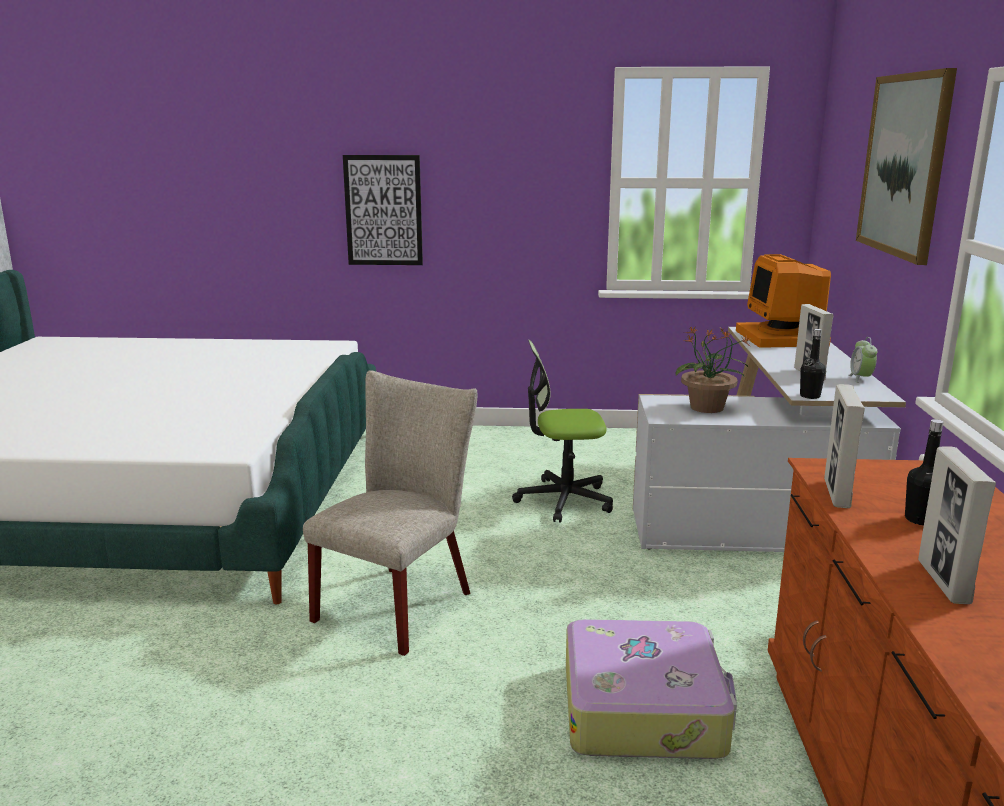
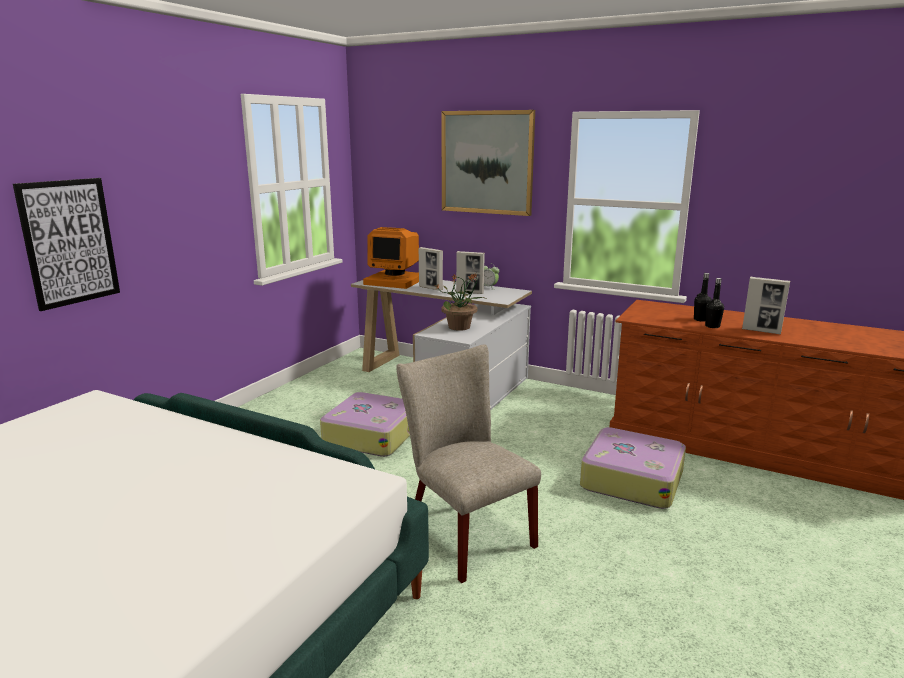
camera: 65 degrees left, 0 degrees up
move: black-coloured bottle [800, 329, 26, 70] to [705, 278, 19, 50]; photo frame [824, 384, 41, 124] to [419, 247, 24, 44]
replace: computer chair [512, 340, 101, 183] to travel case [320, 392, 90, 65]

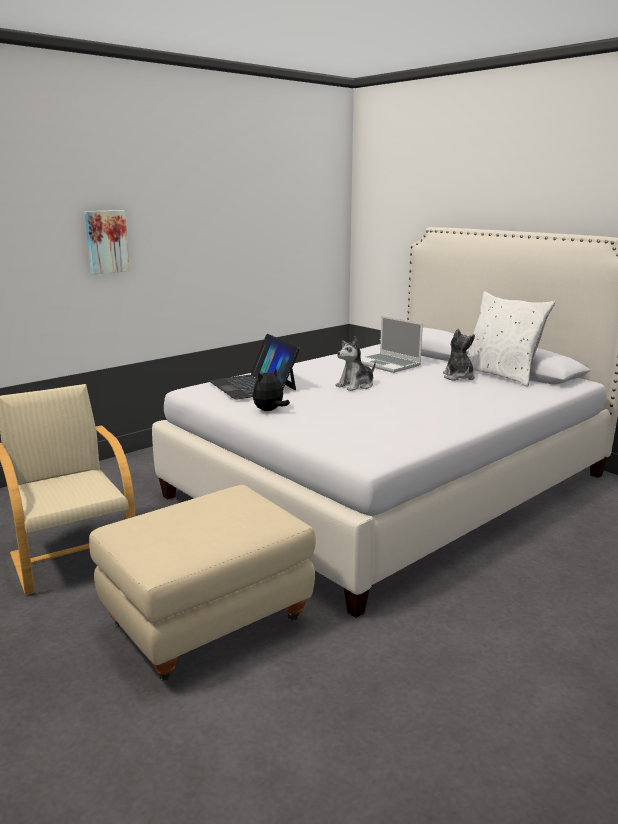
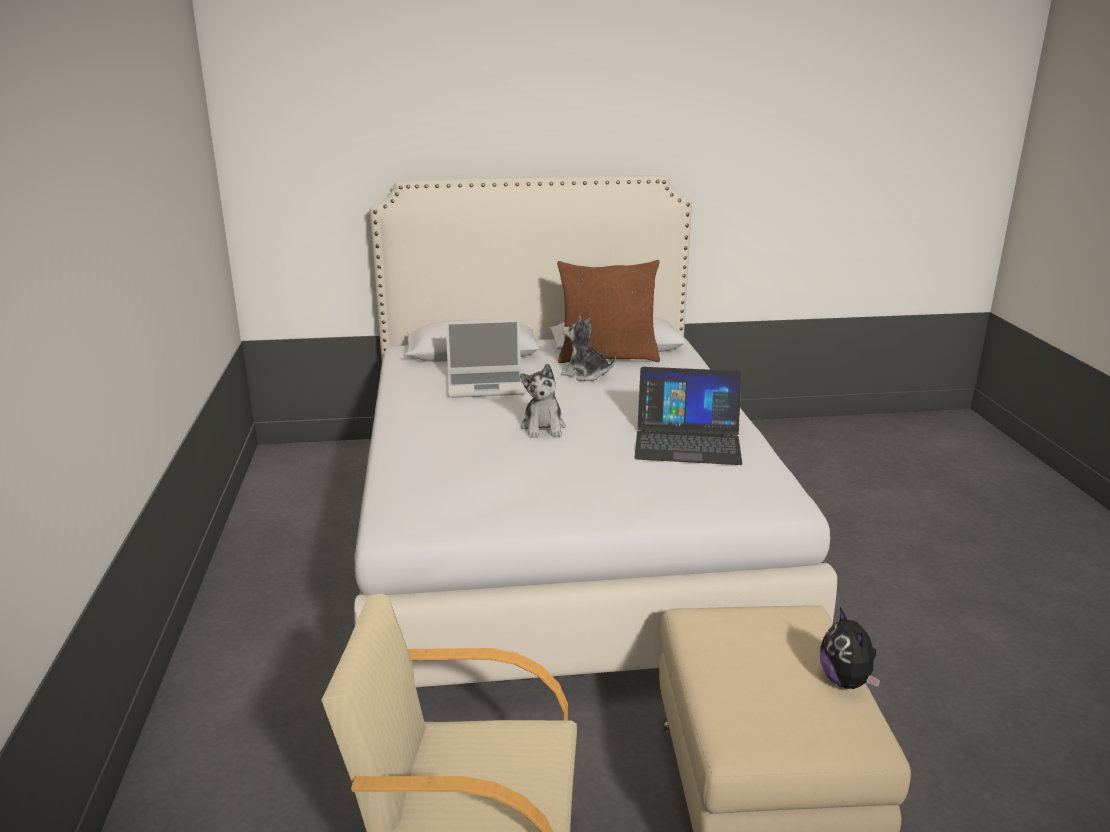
camera: 55 degrees left, 5 degrees up
delete: picture [85, 210, 45, 64]
move: portable computer [208, 334, 92, 66] to [634, 367, 108, 98]; cuddly toy [253, 368, 37, 43] to [820, 607, 60, 82]
recolor: white cushion [467, 291, 88, 96] to brownish cushion [557, 260, 103, 103]

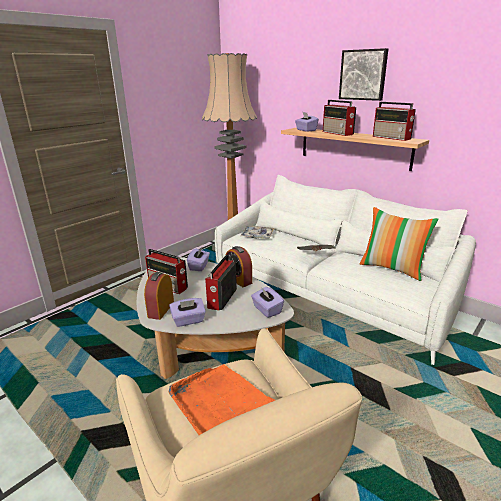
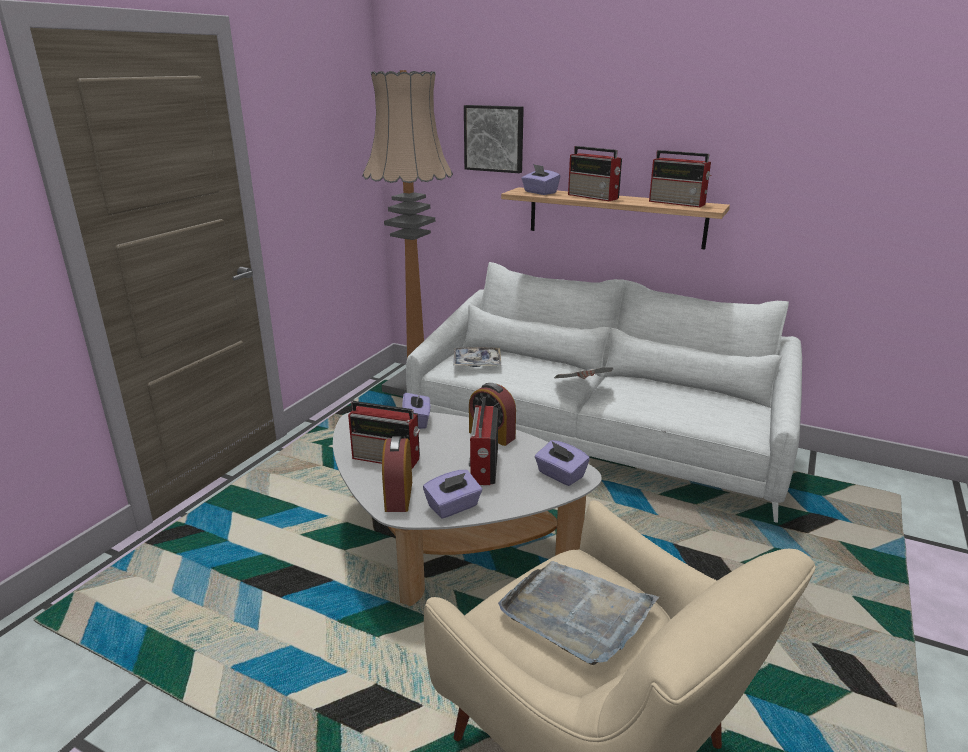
camera: 15 degrees left, 0 degrees up
delete: cushion [360, 207, 78, 74]
move: picture [339, 48, 49, 53] to [464, 105, 60, 68]
recolor: orange serving tray [169, 364, 106, 71] to grey serving tray [498, 561, 161, 104]

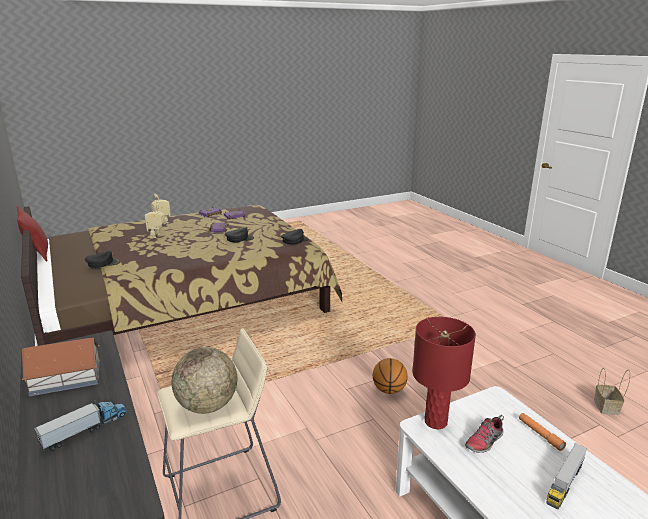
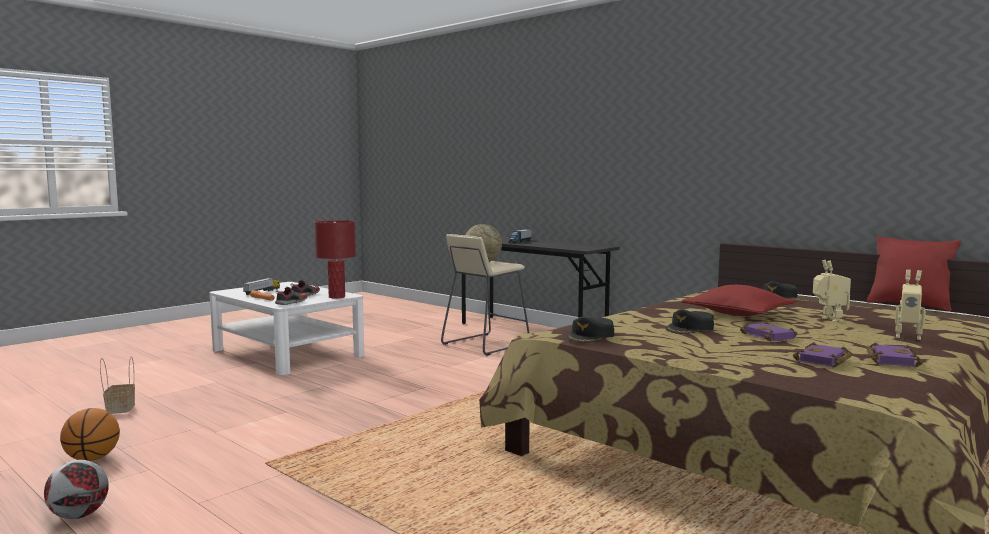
camera: 160 degrees right, 15 degrees down
delete: model house [22, 338, 79, 58]
insert: football [44, 460, 65, 59]; low shoe [275, 287, 33, 18]; red cushion [681, 285, 116, 31]
move: basketball ball [373, 358, 35, 36] to [60, 408, 60, 53]

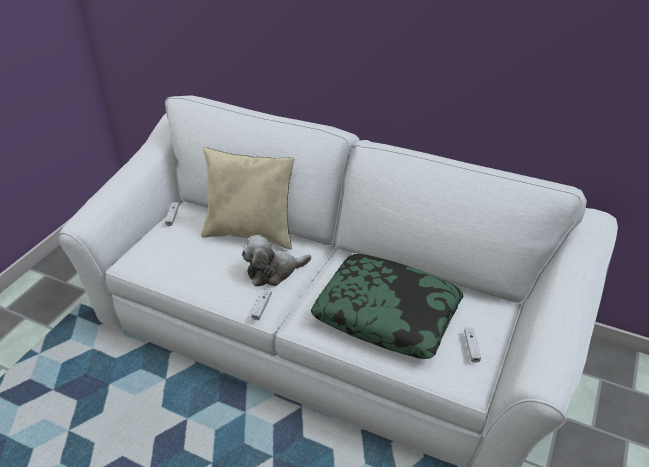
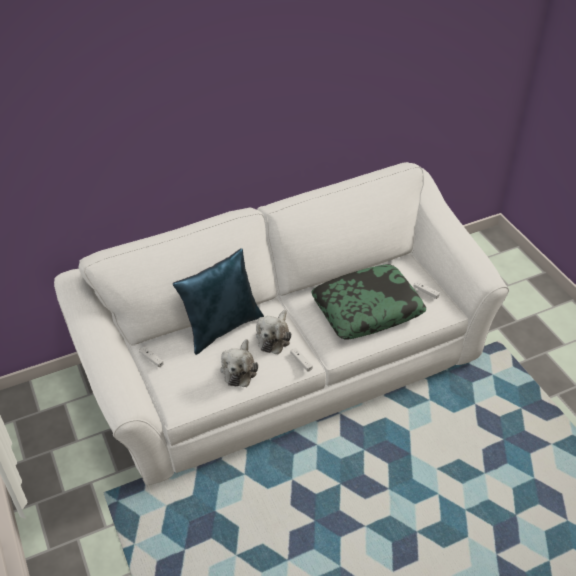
camera: 50 degrees left, 5 degrees up
insert: cuddly toy [220, 339, 38, 48]
recolor: sand-coloured cushion [201, 147, 93, 102] to bluish cushion [173, 248, 91, 107]

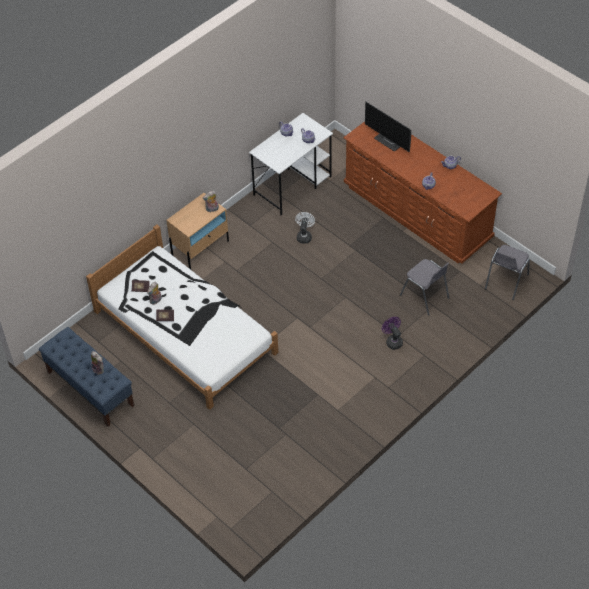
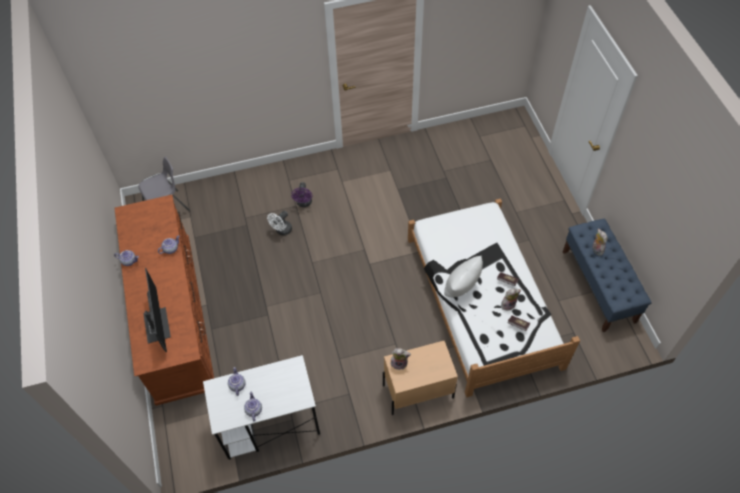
camera: 150 degrees left, 5 degrees up
delete: grey chair [400, 259, 49, 57]
insert: white cushion [444, 256, 39, 41]
move: white cooling fan [295, 212, 20, 32] to [267, 211, 25, 24]

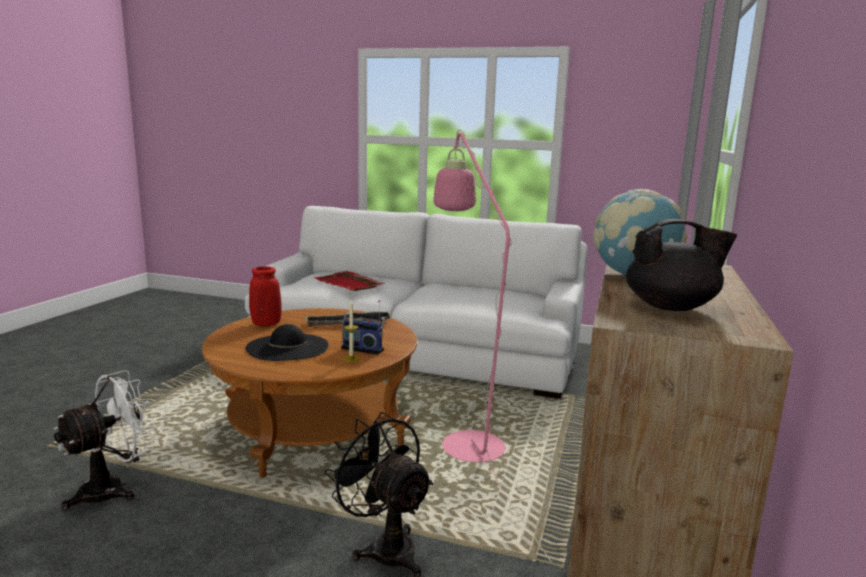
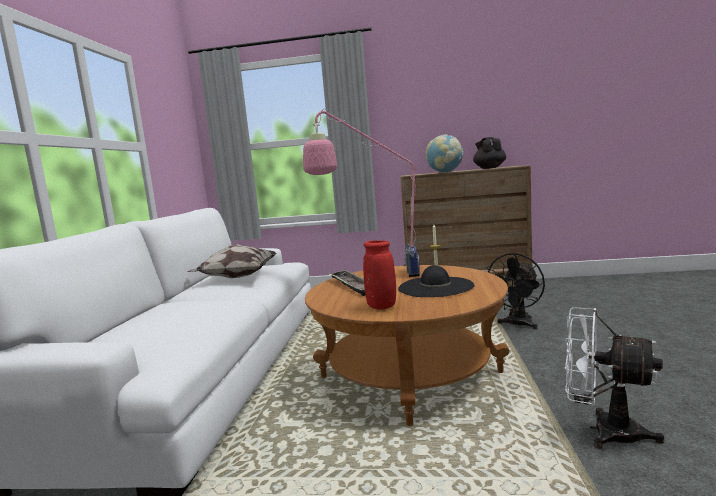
camera: 100 degrees left, 5 degrees down
delete: red serving tray [315, 271, 70, 20]
insert: cushion [187, 244, 89, 34]

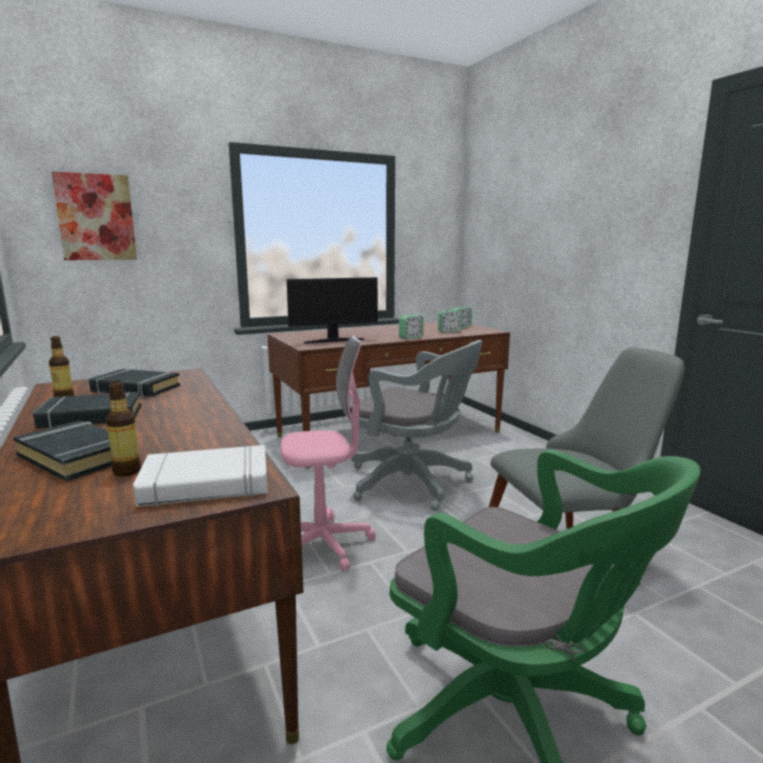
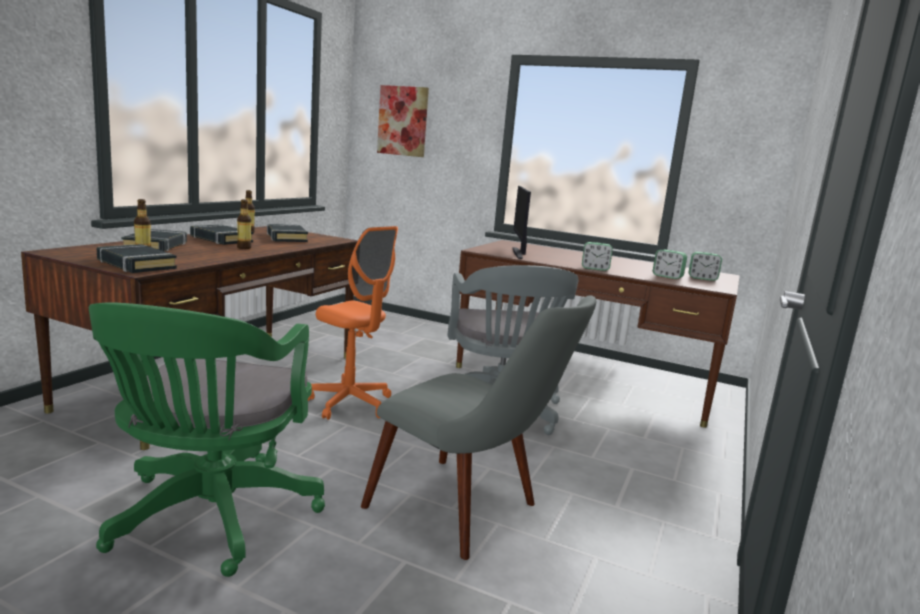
camera: 50 degrees right, 0 degrees up
insert: bottle [237, 200, 14, 49]
recolor: white bound book [133, 445, 135, 62] to black-coloured bound book [97, 244, 80, 29]; pink-coloured computer chair [281, 336, 95, 235] to orange computer chair [308, 226, 90, 194]
rotate: computer screen [287, 277, 91, 67] = [513, 186, 18, 73] 60 degrees clockwise

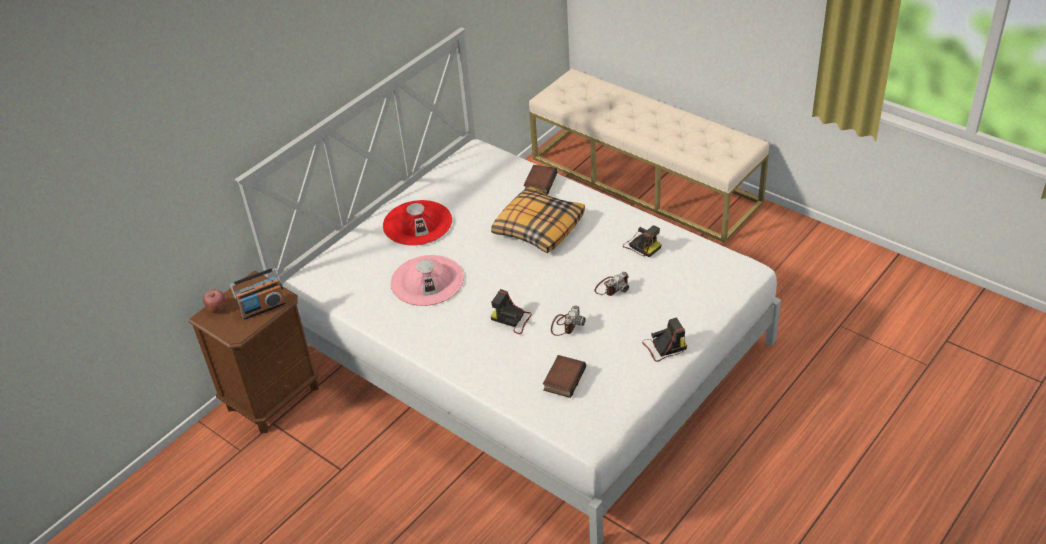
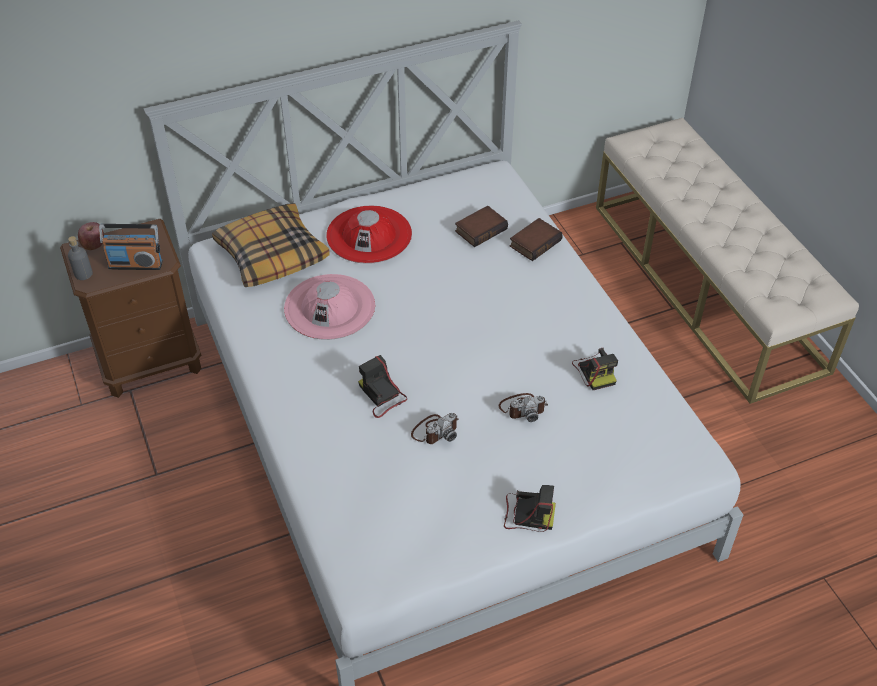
camera: 25 degrees right, 5 degrees up
insert: grey bottle [68, 236, 25, 44]
move: cushion [491, 186, 94, 67] to [212, 203, 118, 84]; bound book [543, 355, 43, 43] to [455, 206, 53, 41]

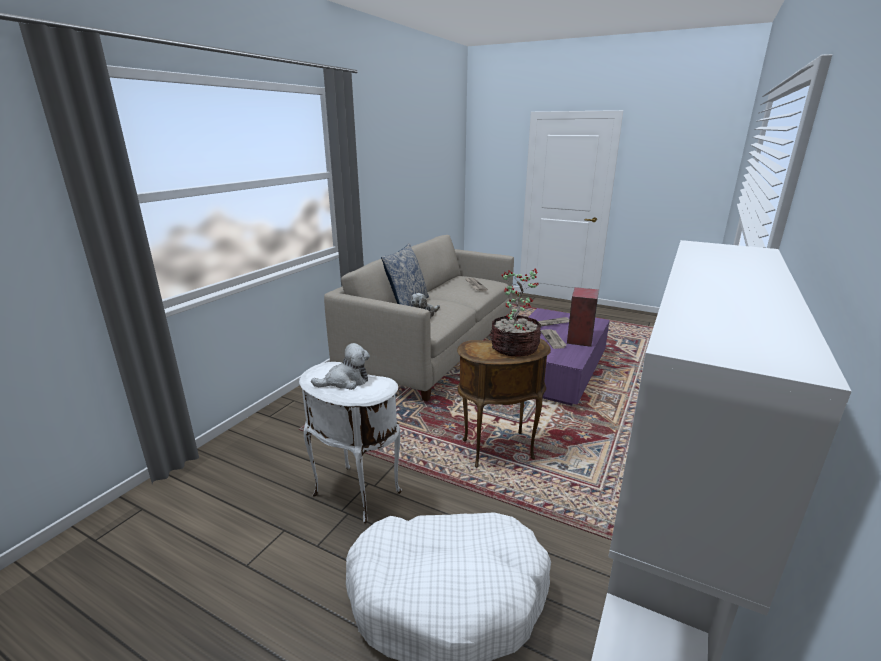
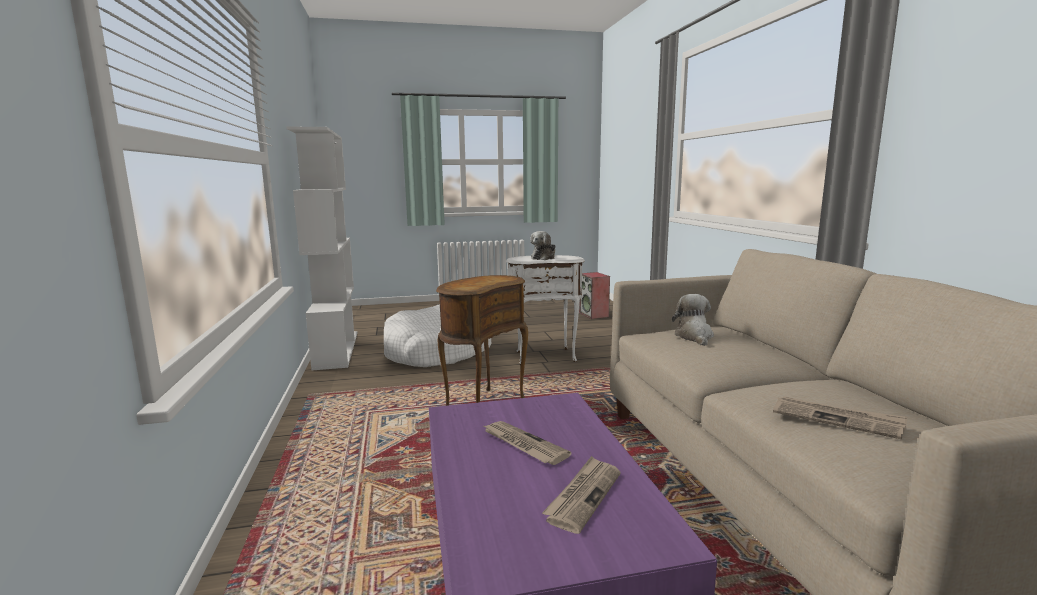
camera: 140 degrees right, 10 degrees down
delete: cushion [381, 243, 48, 64]; potted plant [490, 268, 51, 89]
move: speaker [567, 287, 32, 60] to [579, 272, 31, 47]

